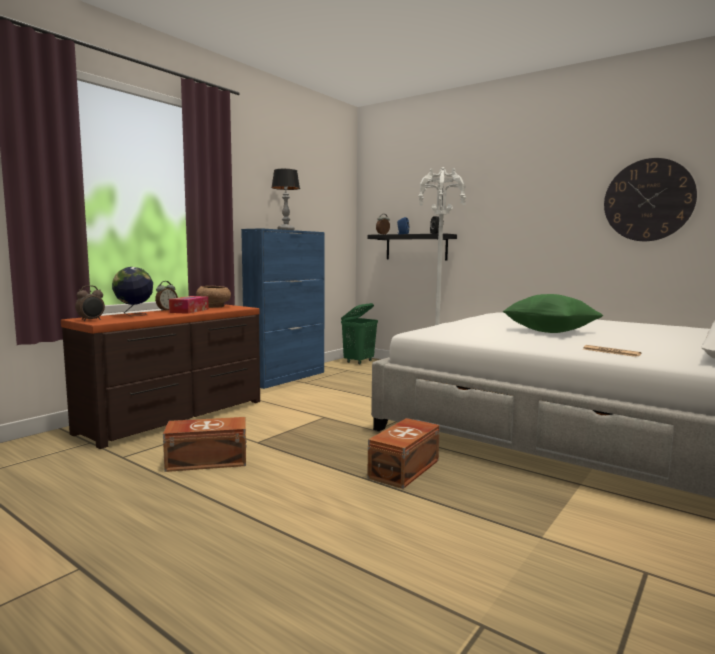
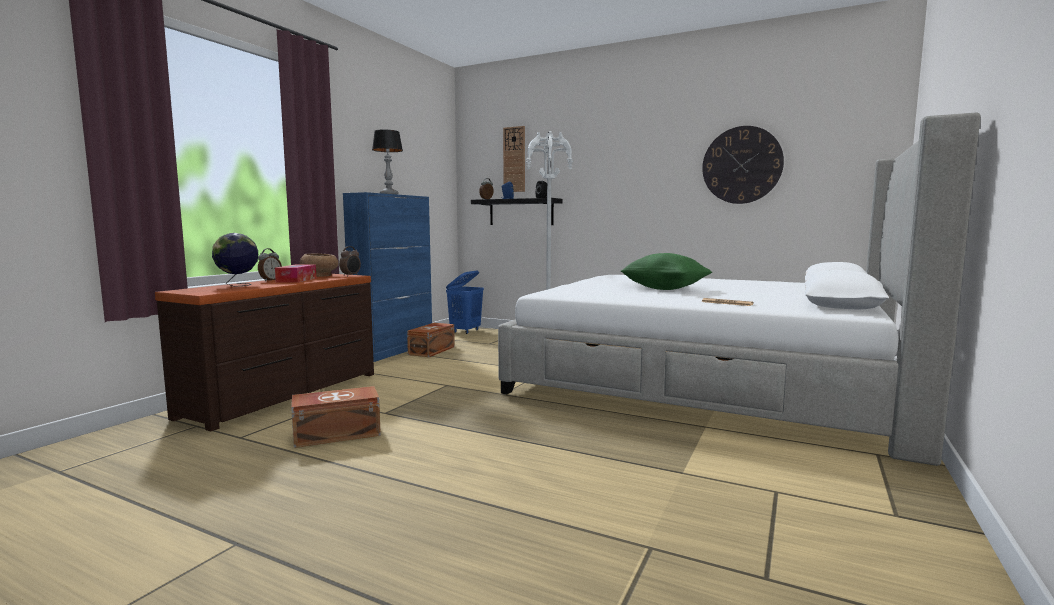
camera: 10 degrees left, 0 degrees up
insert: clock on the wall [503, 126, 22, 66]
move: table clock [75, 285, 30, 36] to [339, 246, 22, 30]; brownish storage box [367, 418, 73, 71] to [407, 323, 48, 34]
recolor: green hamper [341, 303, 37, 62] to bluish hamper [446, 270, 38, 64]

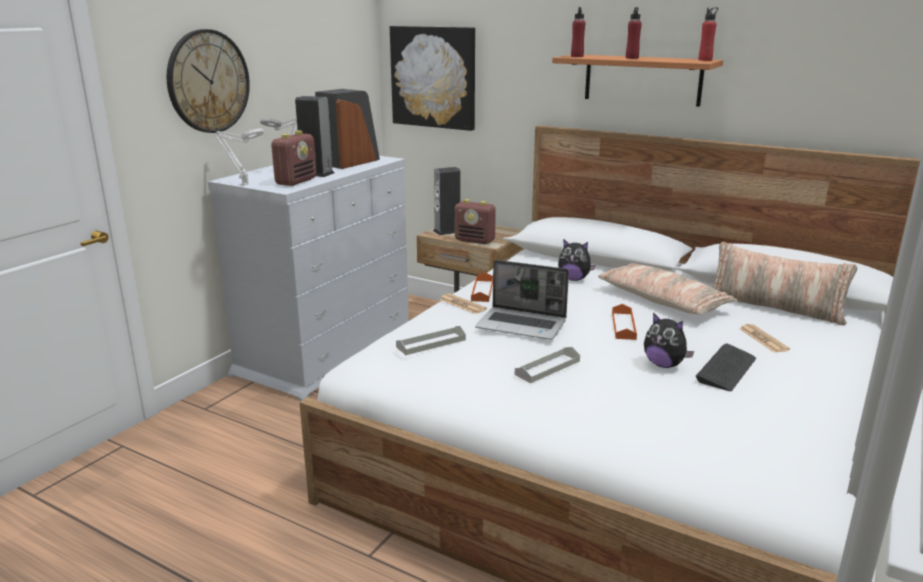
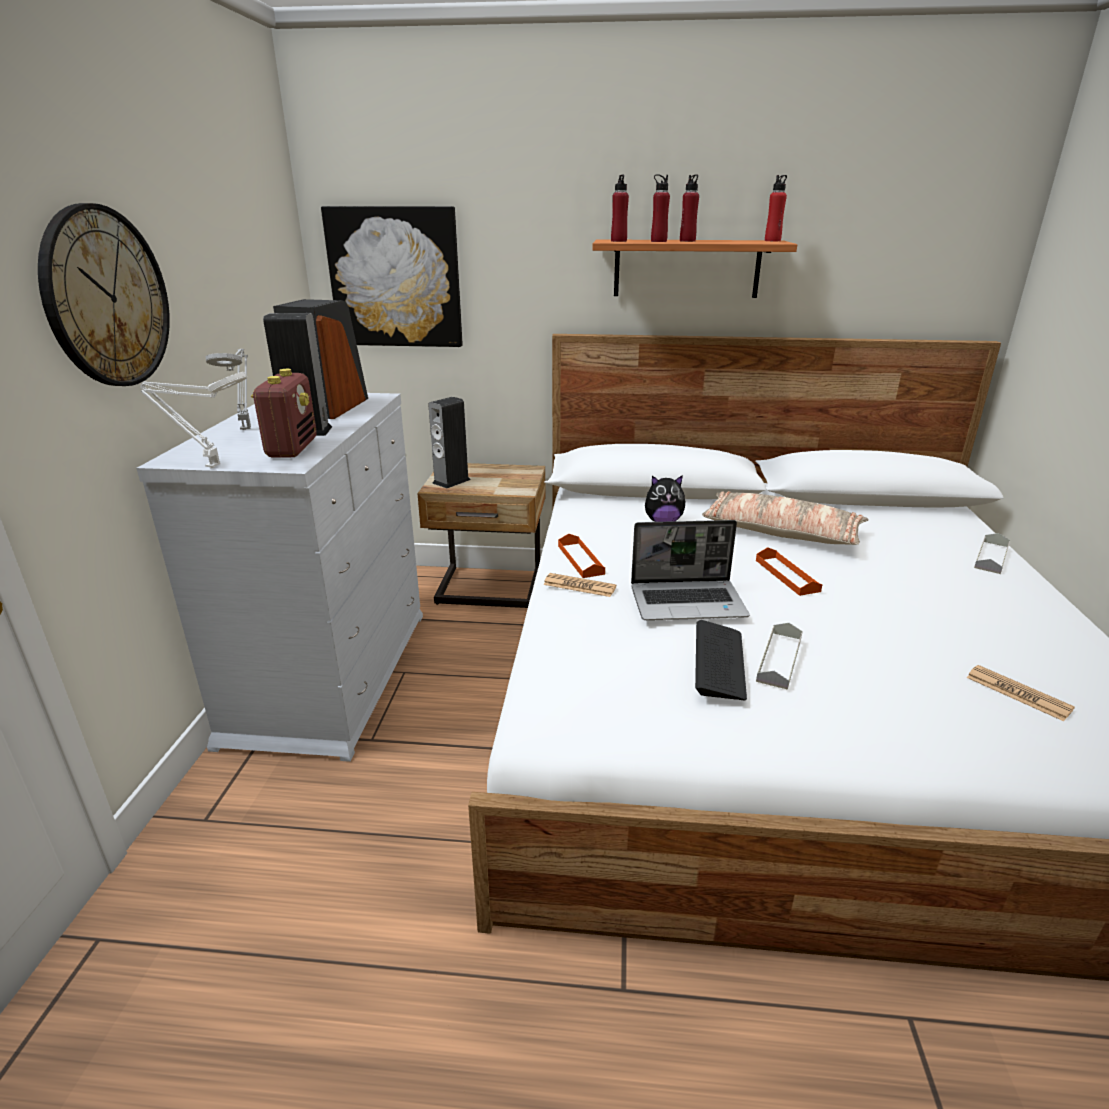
camera: 25 degrees left, 5 degrees up
delete: radio [455, 199, 41, 45]; cuddly toy [644, 312, 50, 56]; cushion [712, 242, 145, 84]
insert: red bottle [651, 174, 19, 68]
move: grey serving tray [396, 326, 70, 29] to [974, 533, 36, 41]; PC keyboard [696, 343, 60, 48] to [695, 620, 52, 80]; printed paper [739, 324, 51, 29] to [966, 665, 109, 56]

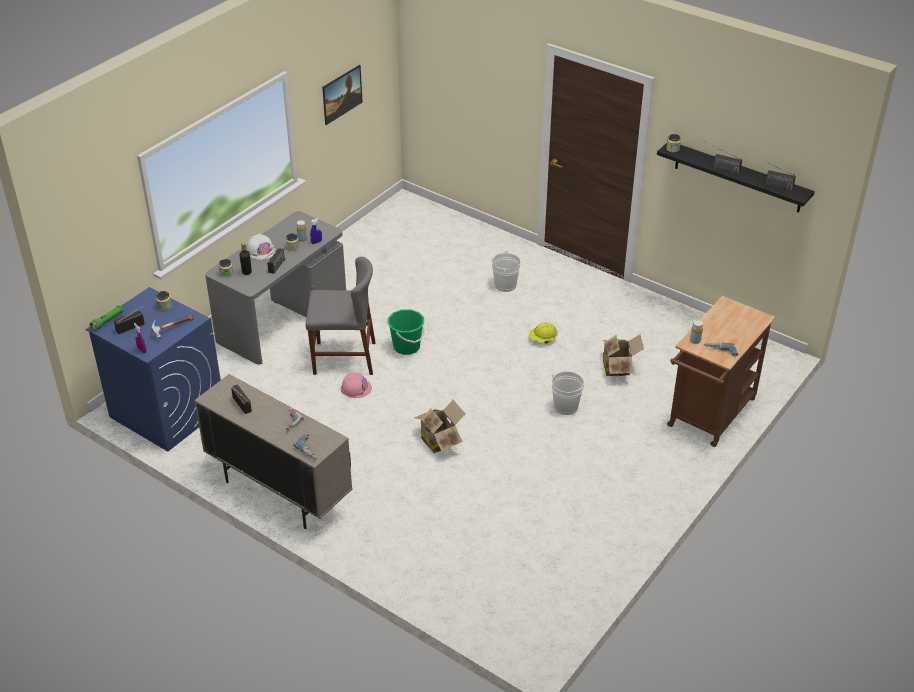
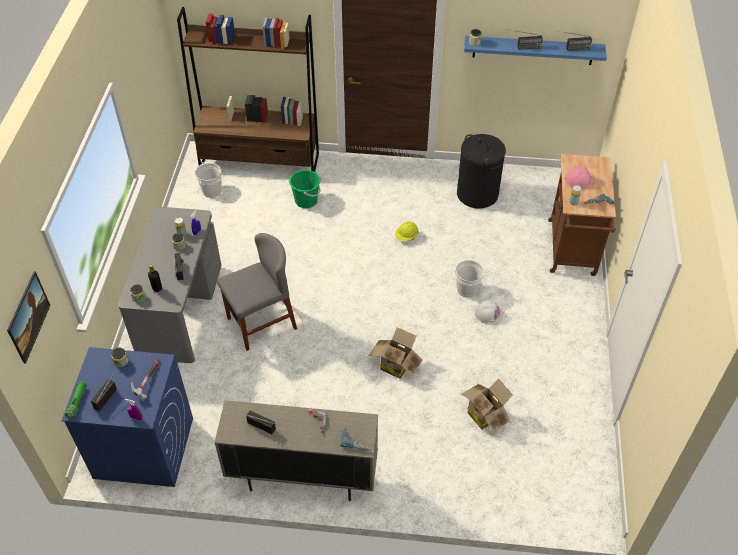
camera: 30 degrees left, 10 degrees up
insert: brownish bookshelf [177, 7, 142, 165]; black-coloured hamper [457, 134, 49, 75]
move: white work helmet [246, 233, 29, 27] to [475, 300, 28, 25]; picture [322, 65, 41, 60] to [7, 272, 44, 92]; pink-coloured work helmet [341, 372, 31, 26] to [565, 166, 28, 23]; green water bucket [388, 309, 37, 46] to [289, 170, 32, 38]; white water bucket [492, 251, 29, 41] to [195, 162, 27, 36]; packing box [603, 335, 41, 41] to [460, 379, 53, 53]
recolor: black-coloured shelf [657, 143, 158, 70] to bluish shelf [464, 36, 143, 29]

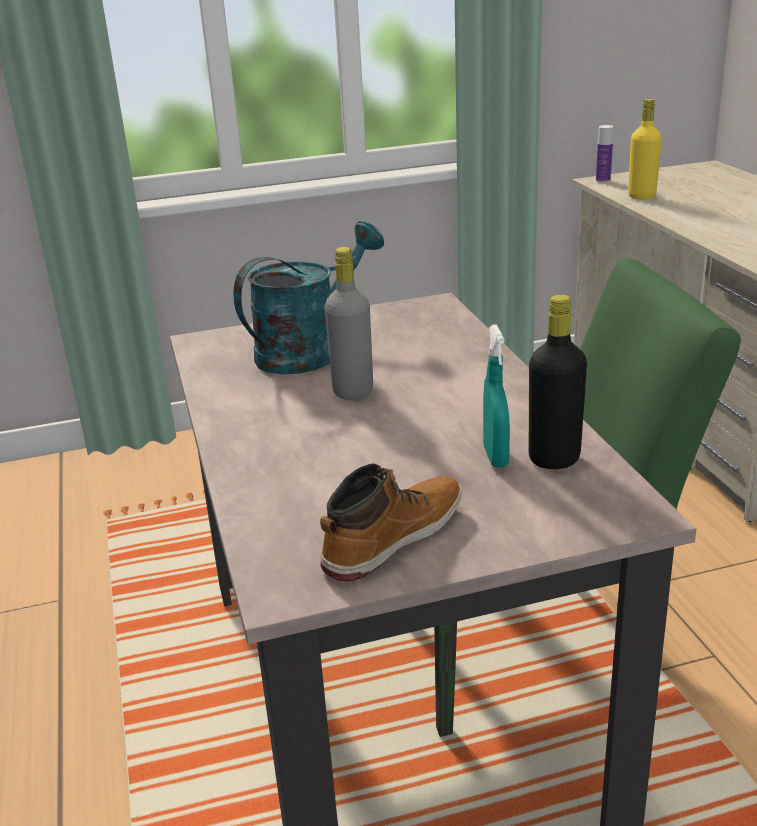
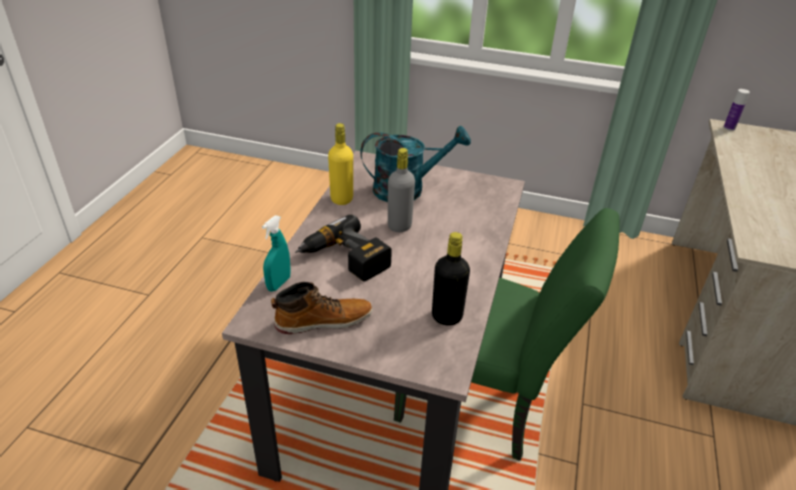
camera: 30 degrees right, 10 degrees up
insert: electric drill [295, 215, 97, 67]
move: blue-green hand sprayer [483, 324, 27, 144] to [262, 216, 29, 76]; yellow bottle [628, 99, 34, 101] to [328, 123, 25, 82]

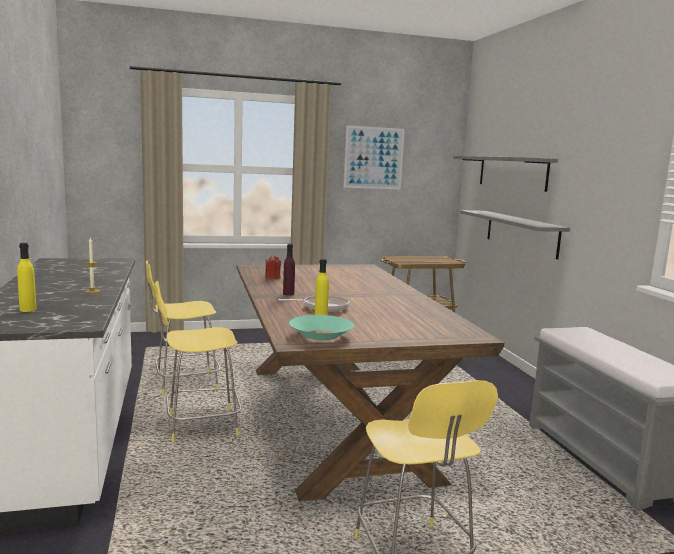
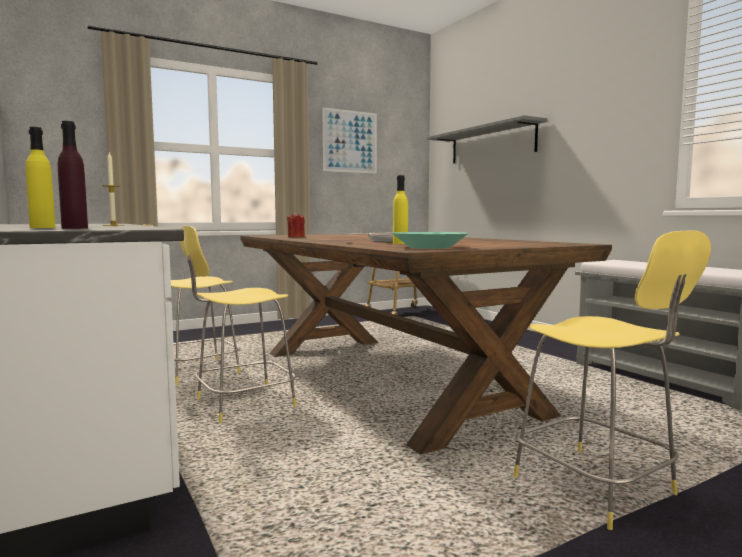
camera: 15 degrees left, 5 degrees down
delete: grey shelf [460, 210, 110, 49]
move: purple bottle [283, 244, 12, 51] to [58, 121, 30, 108]

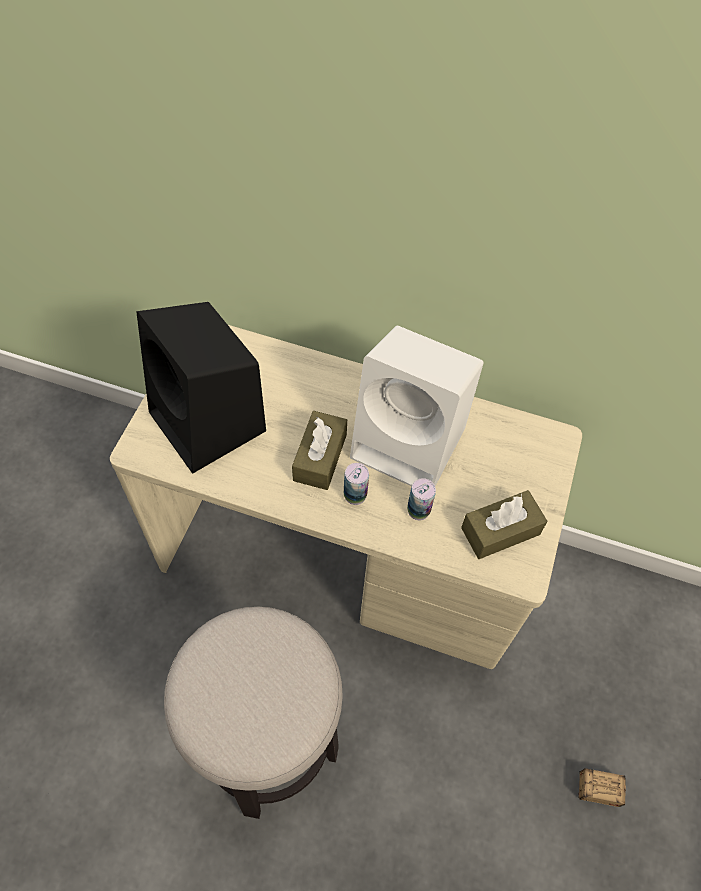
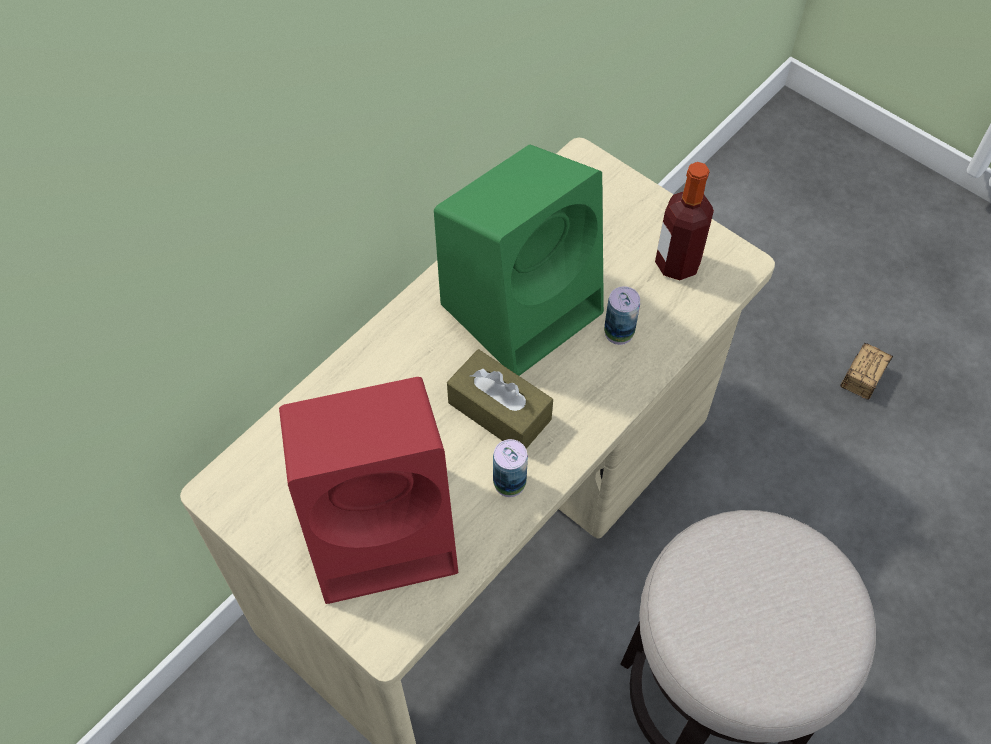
camera: 65 degrees left, 0 degrees up
move: metal can [344, 463, 25, 42] to [493, 439, 35, 58]
replace: brownish box of tissues [461, 490, 86, 69] to bottle [655, 162, 59, 118]
recolor: black-coloured speaker [136, 302, 130, 172] to red speaker [279, 377, 179, 227]; white speaker [350, 326, 134, 160] to green speaker [434, 145, 170, 231]

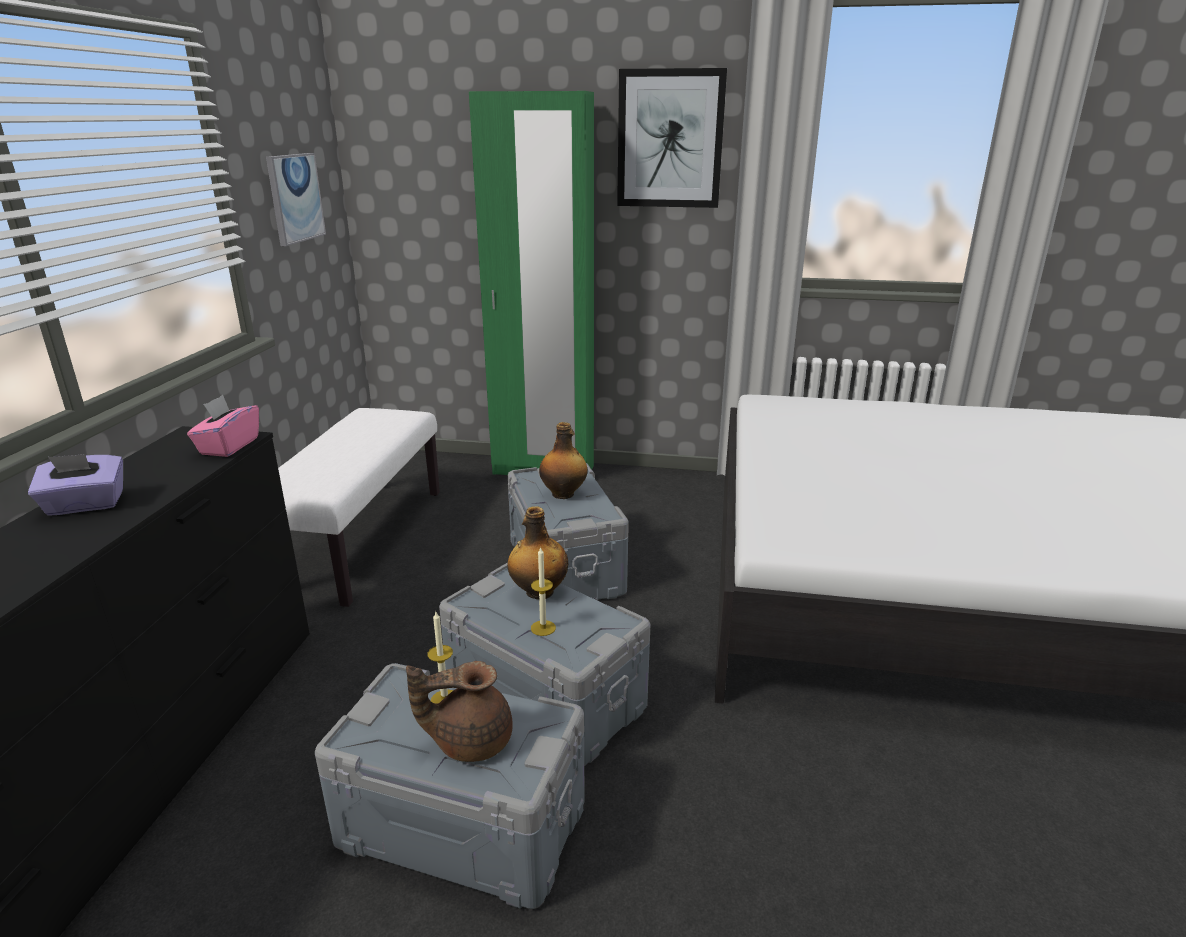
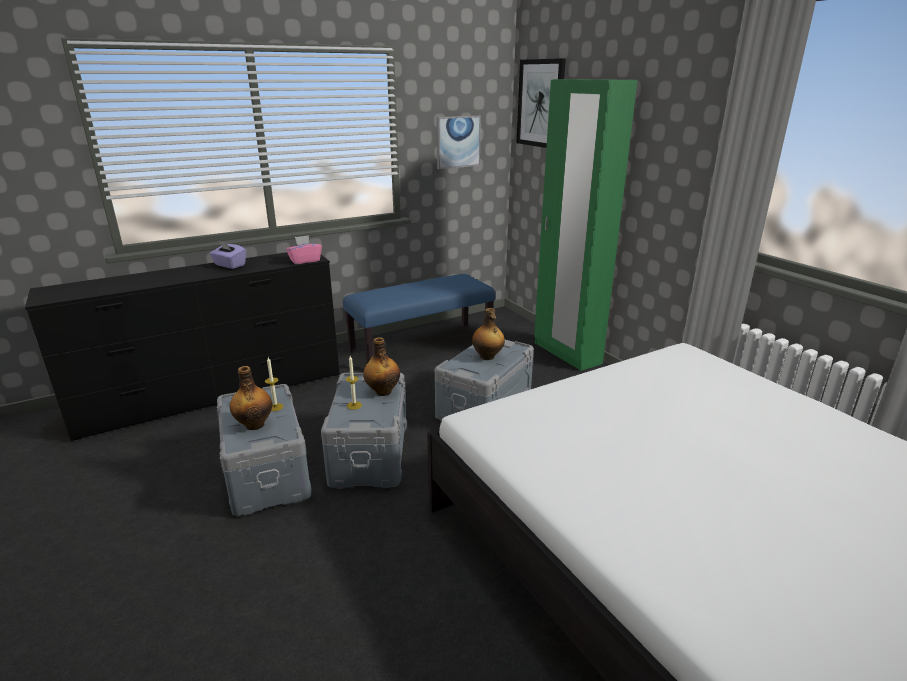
camera: 50 degrees right, 0 degrees up
move: picture [617, 68, 110, 140] to [516, 58, 50, 90]
replace: brownish teapot [406, 661, 107, 101] to bottle [230, 366, 42, 64]
recolor: white long seat [278, 408, 162, 199] to bluish long seat [343, 274, 152, 89]

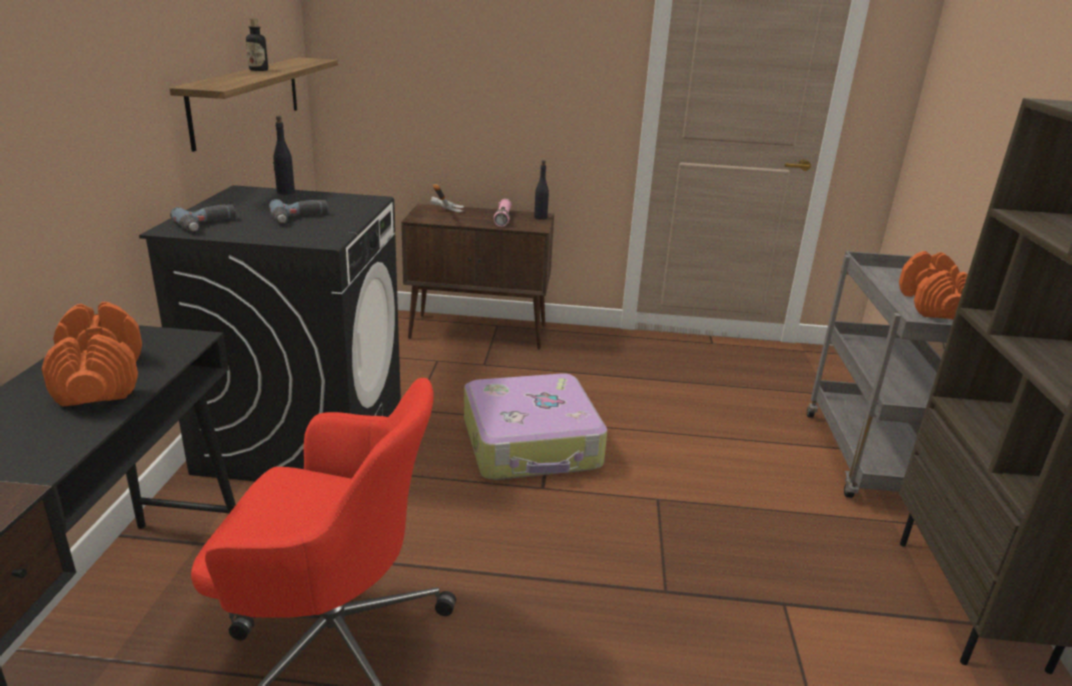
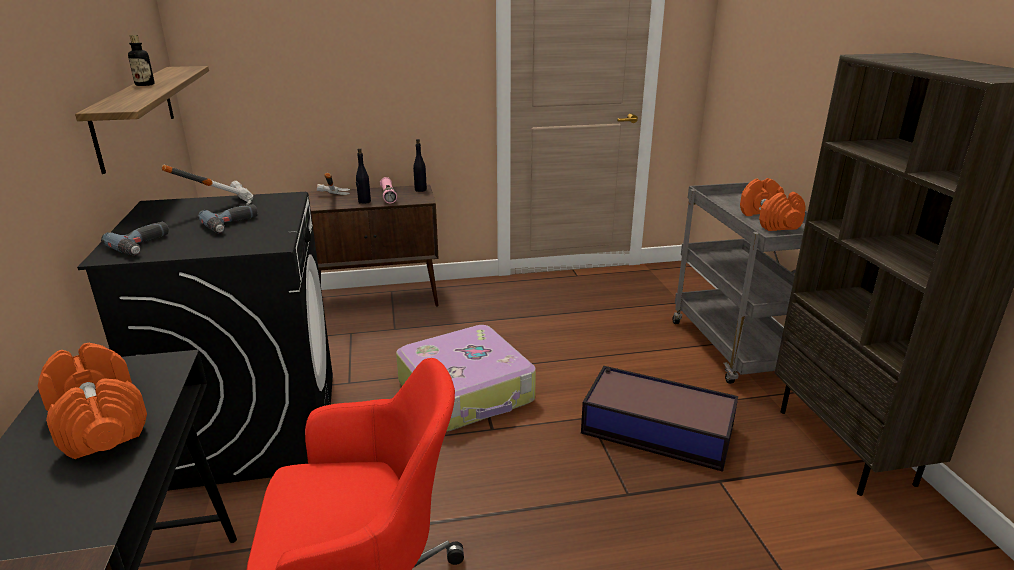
camera: 15 degrees left, 0 degrees up
insert: hammer [162, 165, 91, 40]; storage box [581, 366, 157, 106]
move: black-coloured bottle [273, 116, 22, 79] to [356, 148, 15, 56]

